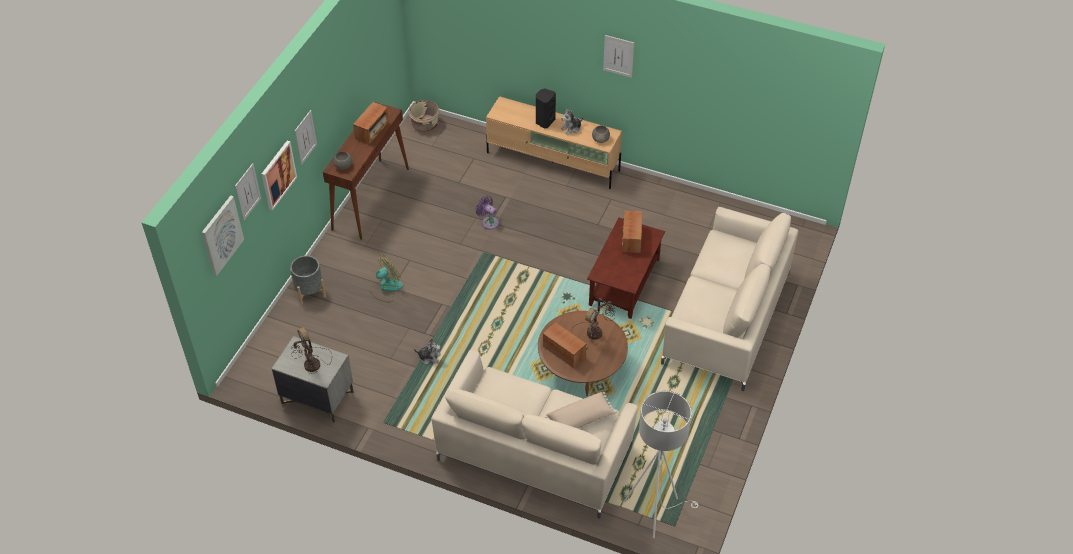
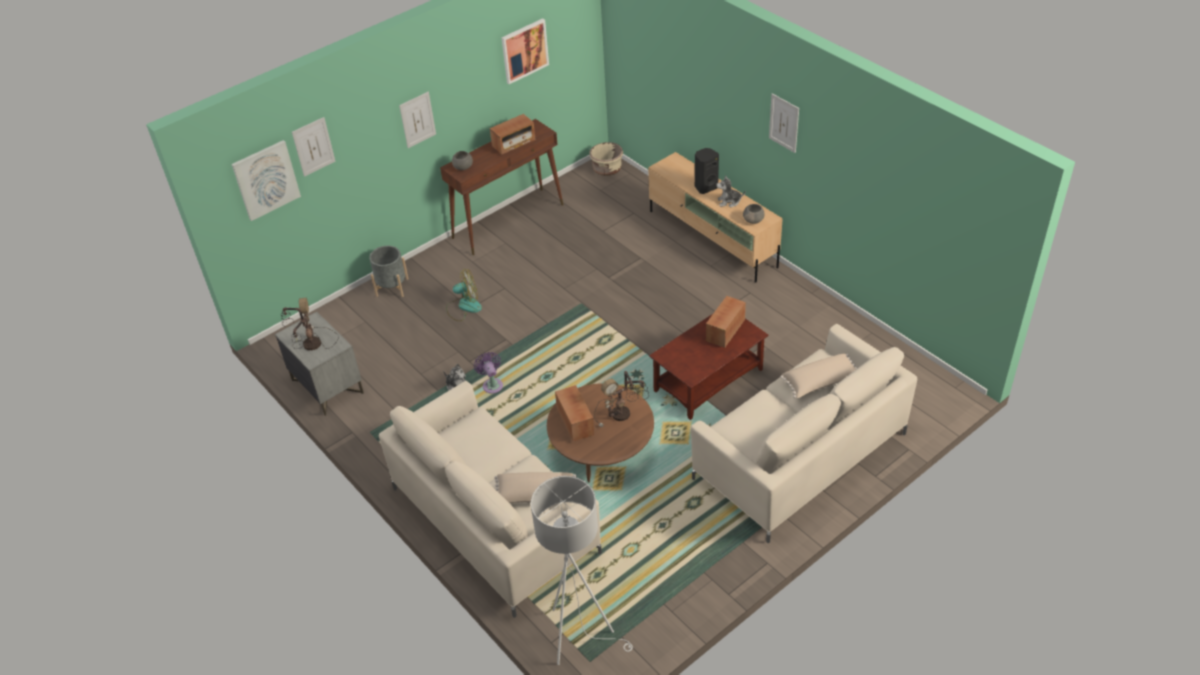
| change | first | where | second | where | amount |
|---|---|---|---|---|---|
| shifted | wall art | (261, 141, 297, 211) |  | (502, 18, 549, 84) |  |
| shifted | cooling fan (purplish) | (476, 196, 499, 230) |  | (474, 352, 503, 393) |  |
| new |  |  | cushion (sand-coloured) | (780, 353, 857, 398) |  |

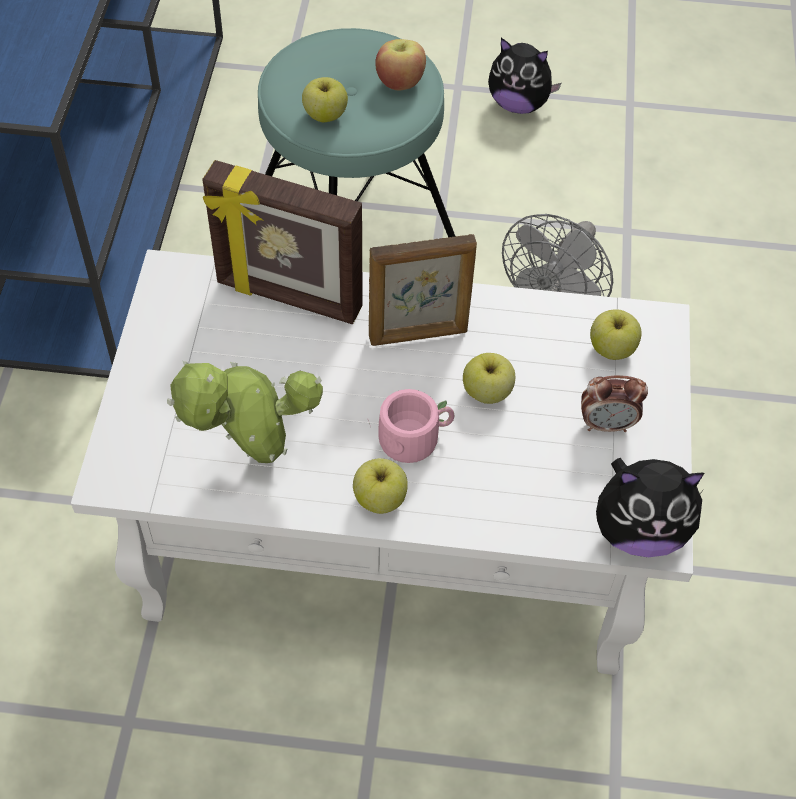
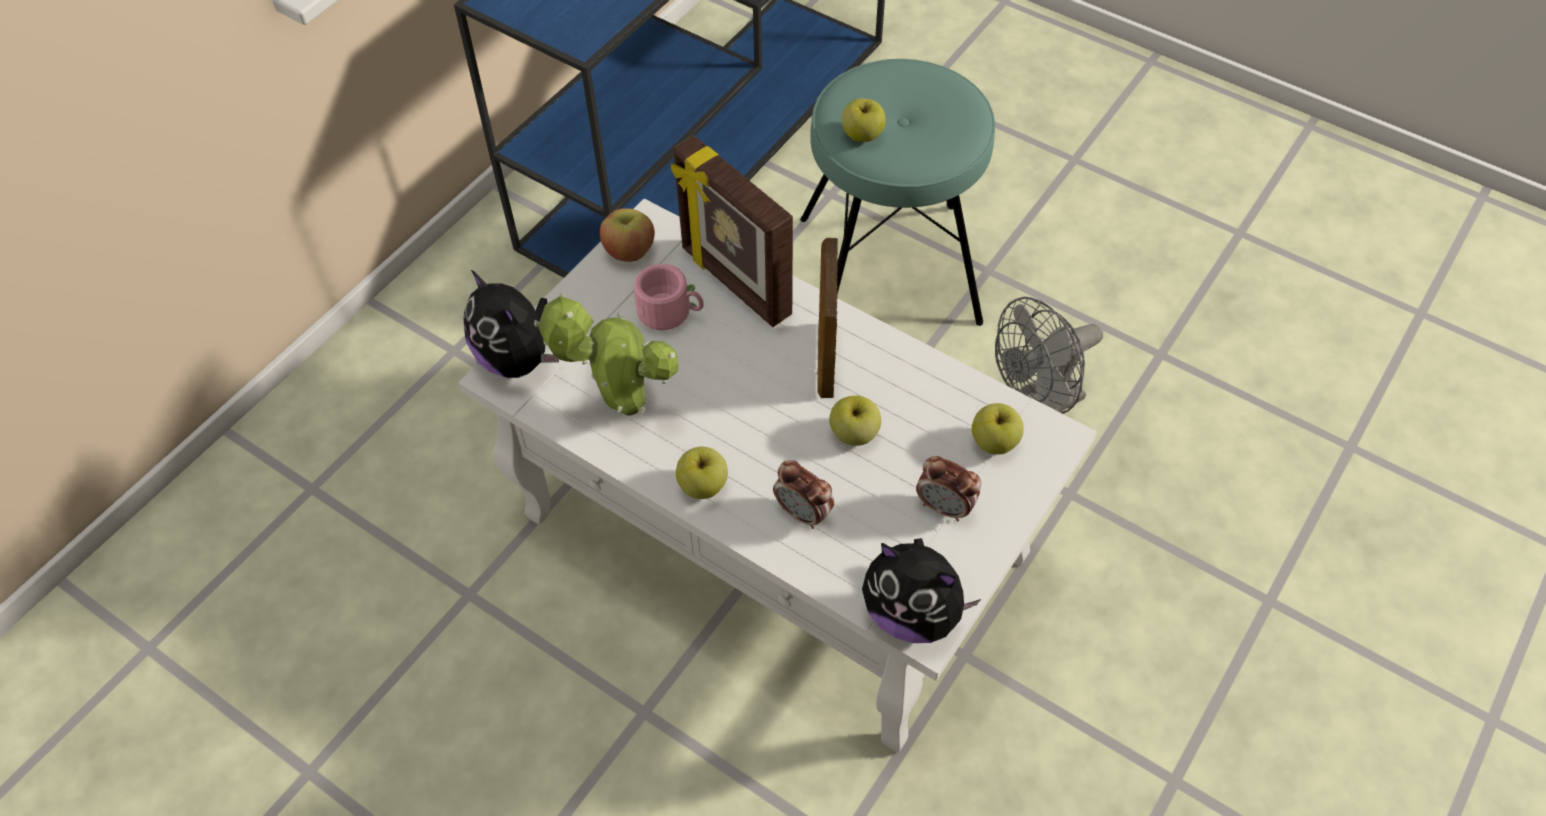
| change | first | where | second | where | amount |
|---|---|---|---|---|---|
| shifted | soft toy | (488, 38, 562, 114) |  | (463, 270, 559, 378) |  |
| shifted | whole apple | (375, 39, 426, 90) |  | (600, 209, 655, 262) |  |
| rotated | picture frame | (369, 234, 477, 346) |  | (817, 238, 838, 398) | 75 degrees clockwise |
| shifted | tea mug (pink) | (368, 389, 454, 463) |  | (634, 264, 704, 330) |  |
| new |  |  | table clock | (773, 460, 834, 529) |  |

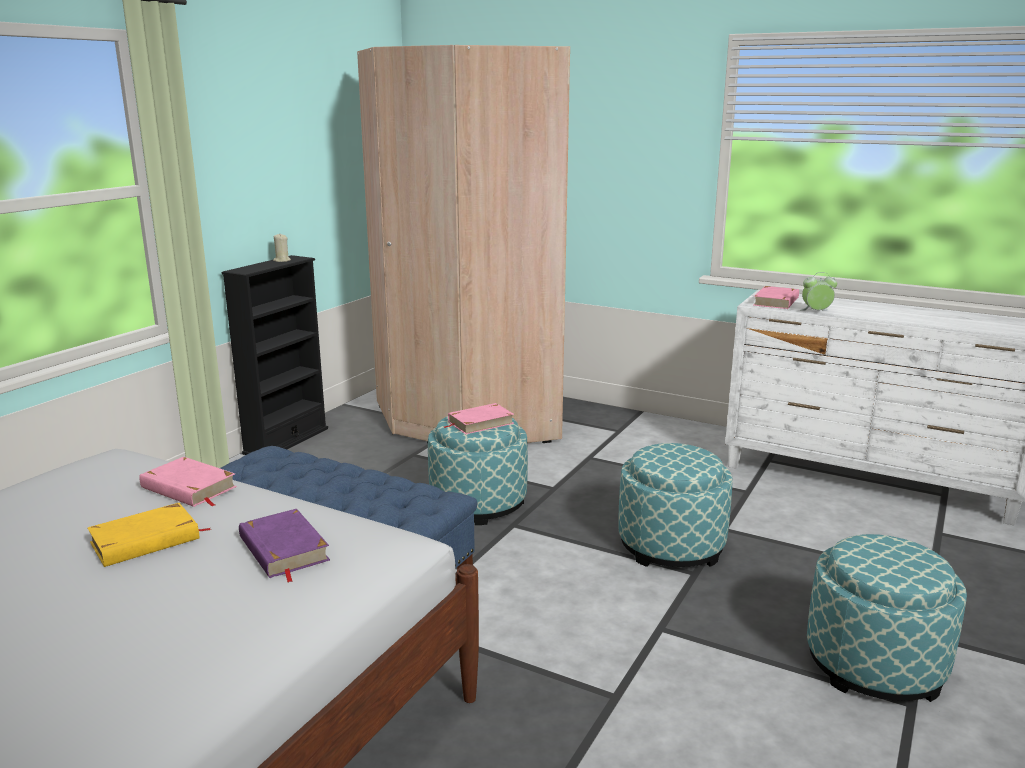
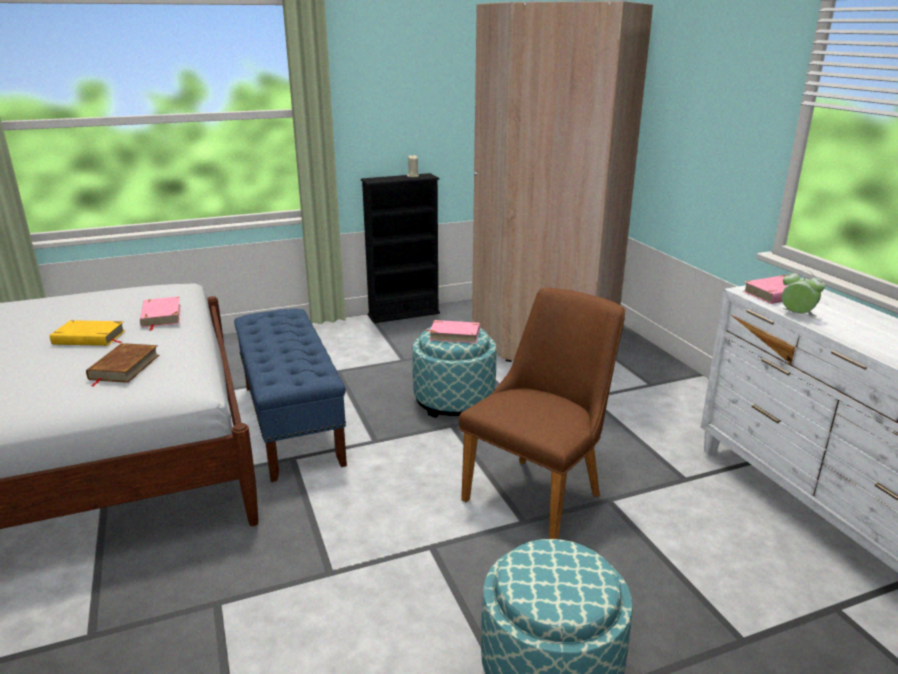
| change | first | where | second | where | amount |
|---|---|---|---|---|---|
| swapped | ottoman | (619, 443, 733, 567) | plain chair (brown-coloured) | (459, 287, 625, 539) |  |
| repainted | bound book (purplish) | (239, 509, 330, 582) | bound book (brown-coloured) | (86, 343, 159, 387) |  |

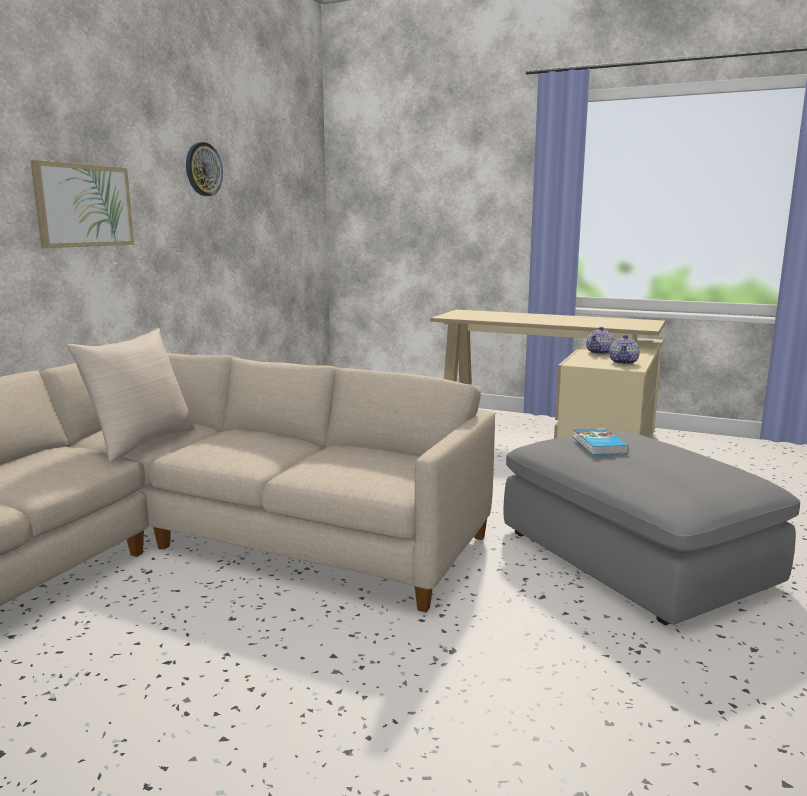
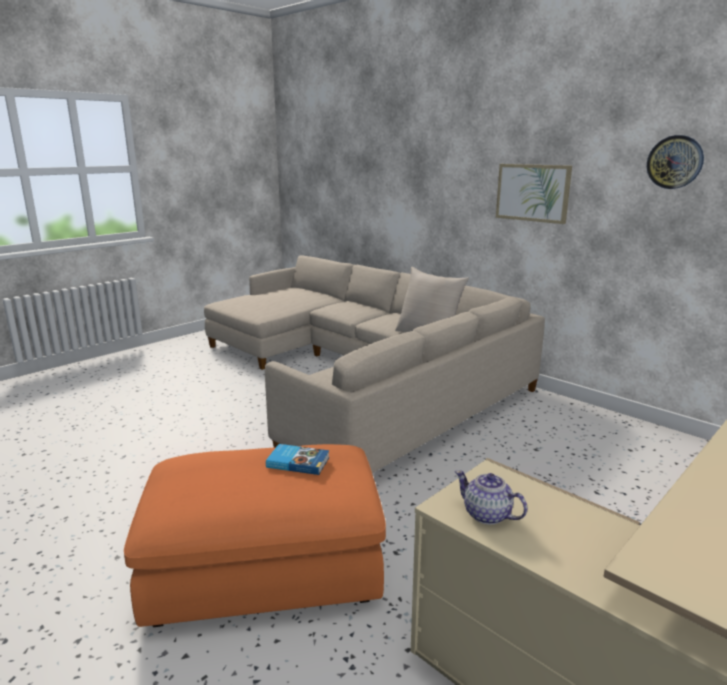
| change | first | where | second | where | amount |
|---|---|---|---|---|---|
| gone | pot for tea | (586, 327, 615, 355) |  |  |  |
| repainted | ottoman (gray) | (504, 431, 800, 625) | ottoman (orange-coloured) | (124, 444, 386, 627) |  |

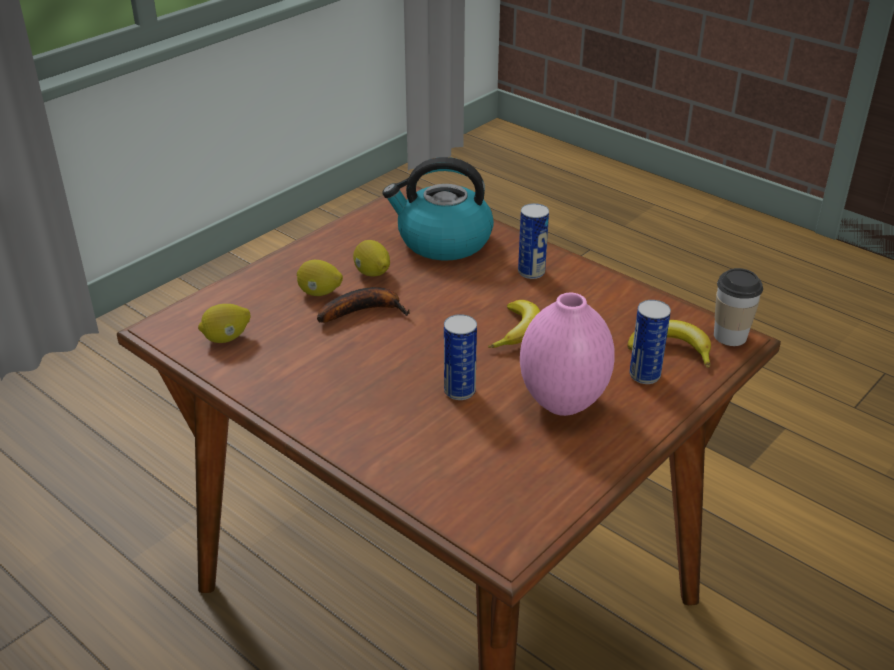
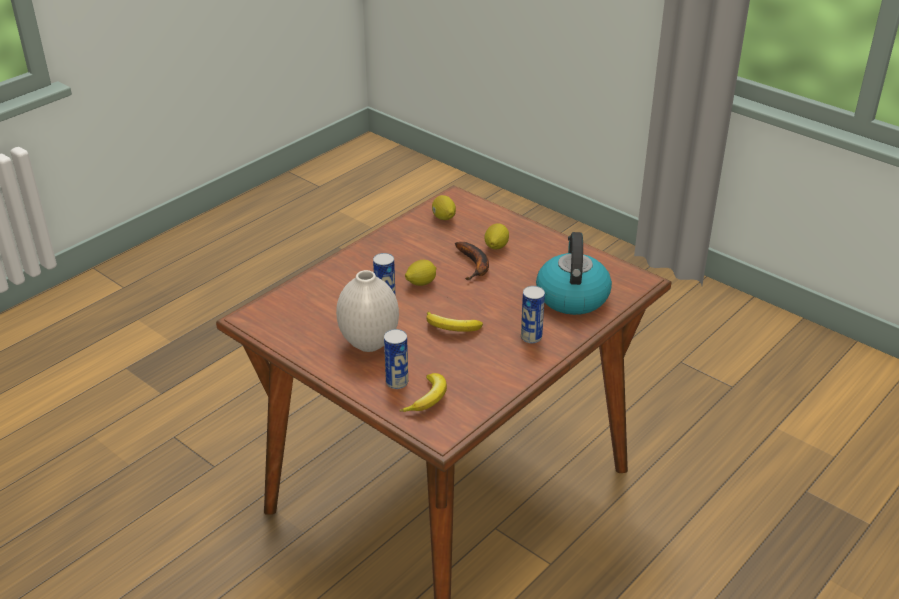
| change | first | where | second | where | amount |
|---|---|---|---|---|---|
| shifted | citrus fruit | (353, 240, 390, 277) |  | (405, 260, 436, 286) |  |
| gone | cup | (714, 268, 763, 346) |  |  |  |
| repainted | flower vase (pink) | (520, 293, 615, 416) | flower vase (white-coloured) | (336, 270, 399, 352) |  |

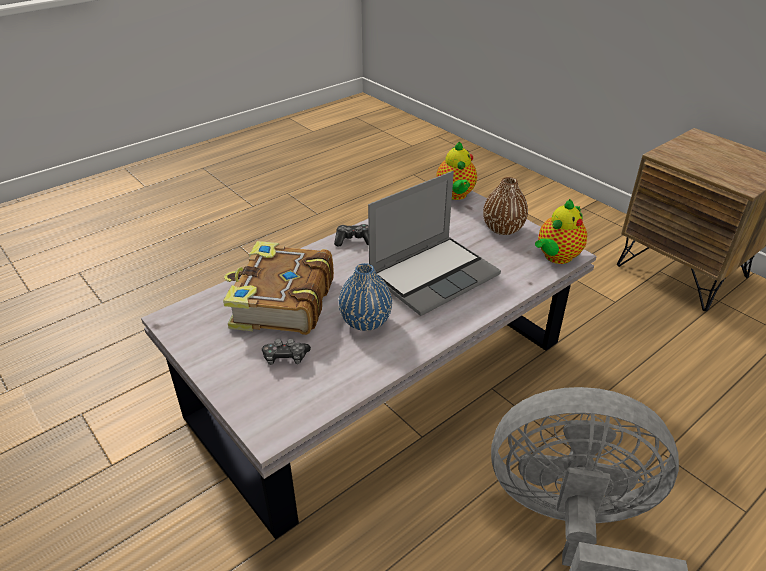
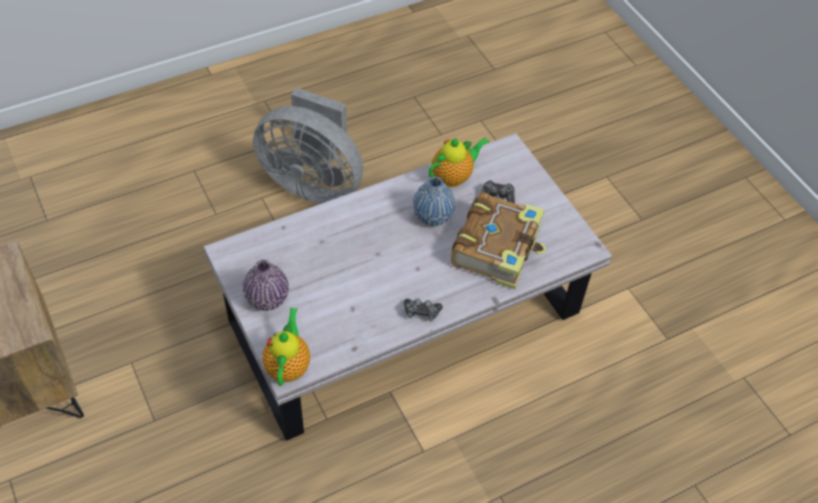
| change | first | where | second | where | amount |
|---|---|---|---|---|---|
| gone | portable computer | (368, 171, 501, 316) |  |  |  |
| repainted | flower vase (brown-coloured) | (483, 177, 528, 235) | flower vase (purplish) | (243, 260, 289, 311) |  |
| shifted | pot for tea | (535, 199, 587, 264) |  | (428, 137, 490, 187) |  |

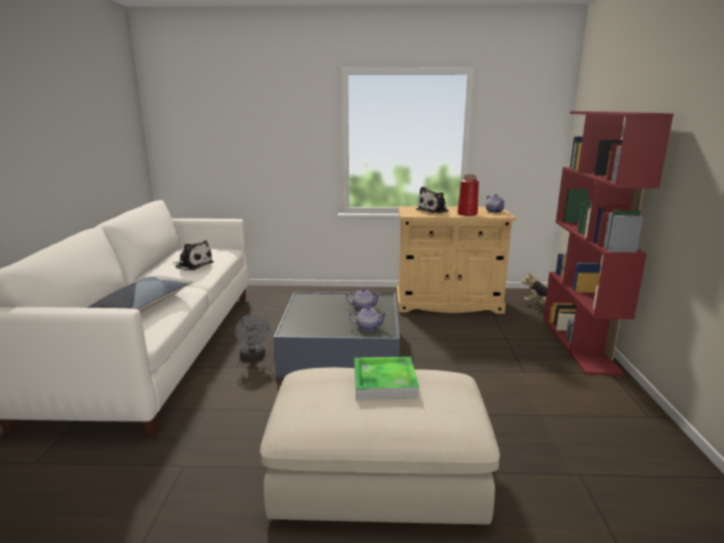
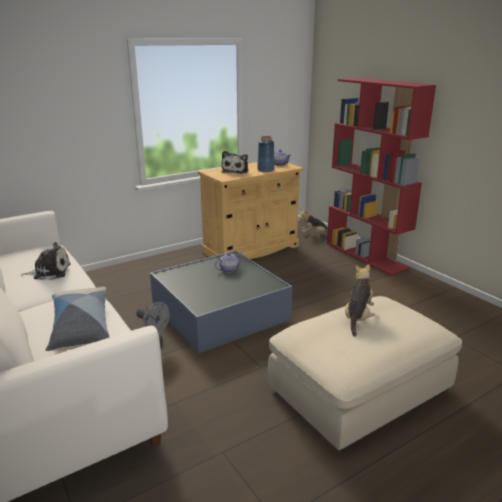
| change | first | where | second | where | amount |
|---|---|---|---|---|---|
| repainted | flower vase (reddish) | (458, 175, 479, 216) | flower vase (bluish) | (257, 136, 275, 172) |  |
| gone | pot for tea | (349, 306, 388, 331) |  |  |  |
| swapped | serving tray | (355, 357, 419, 399) | soft toy | (345, 264, 375, 337) |  |

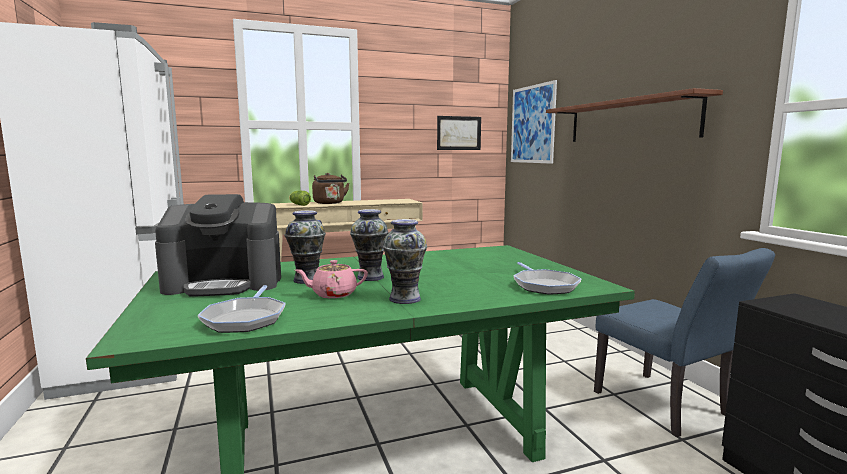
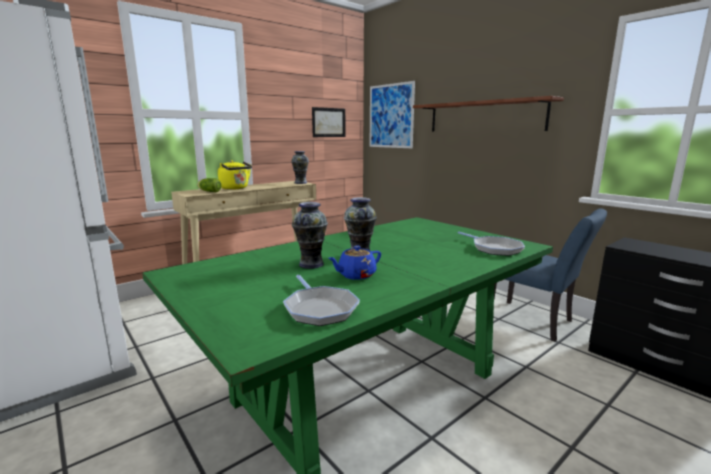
| change | first | where | second | where | amount |
|---|---|---|---|---|---|
| repainted | tea kettle (brown-coloured) | (312, 173, 349, 204) | tea kettle (yellow) | (218, 160, 252, 190) |  |
| gone | coffee maker | (155, 194, 281, 297) |  |  |  |
| shifted | flower vase | (383, 219, 427, 304) |  | (291, 151, 309, 184) |  |
| repainted | pot for tea (pink) | (295, 260, 368, 298) | pot for tea (bluish) | (328, 246, 381, 280) |  |

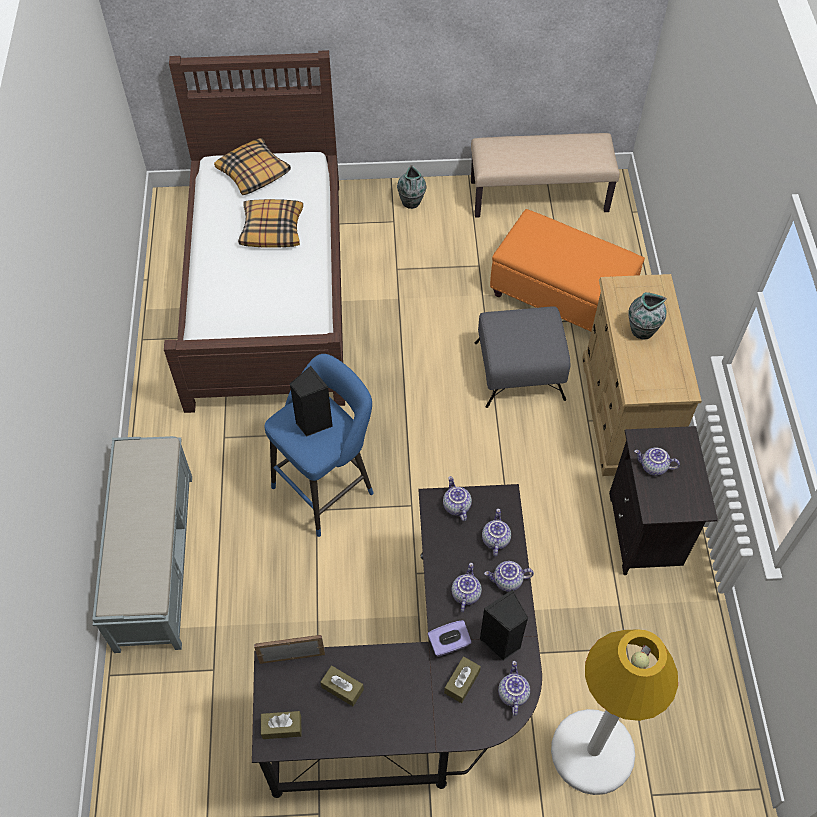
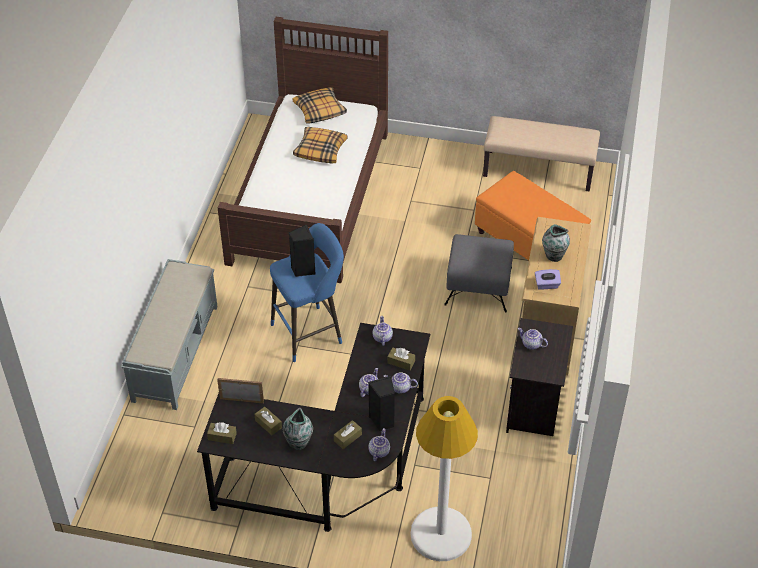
| change | first | where | second | where | amount |
|---|---|---|---|---|---|
| shifted | flower vase | (397, 165, 427, 209) |  | (283, 408, 313, 450) |  |
| swapped | pot for tea | (482, 509, 511, 557) | tissue box (brown-coloured) | (387, 348, 415, 371) |  |
| shifted | tissue box (purplish) | (428, 620, 471, 657) |  | (535, 269, 561, 290) |  |

